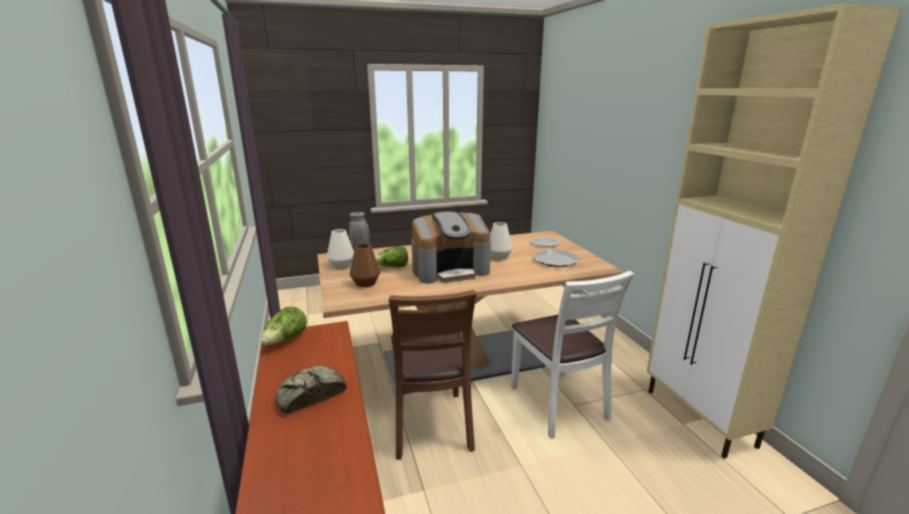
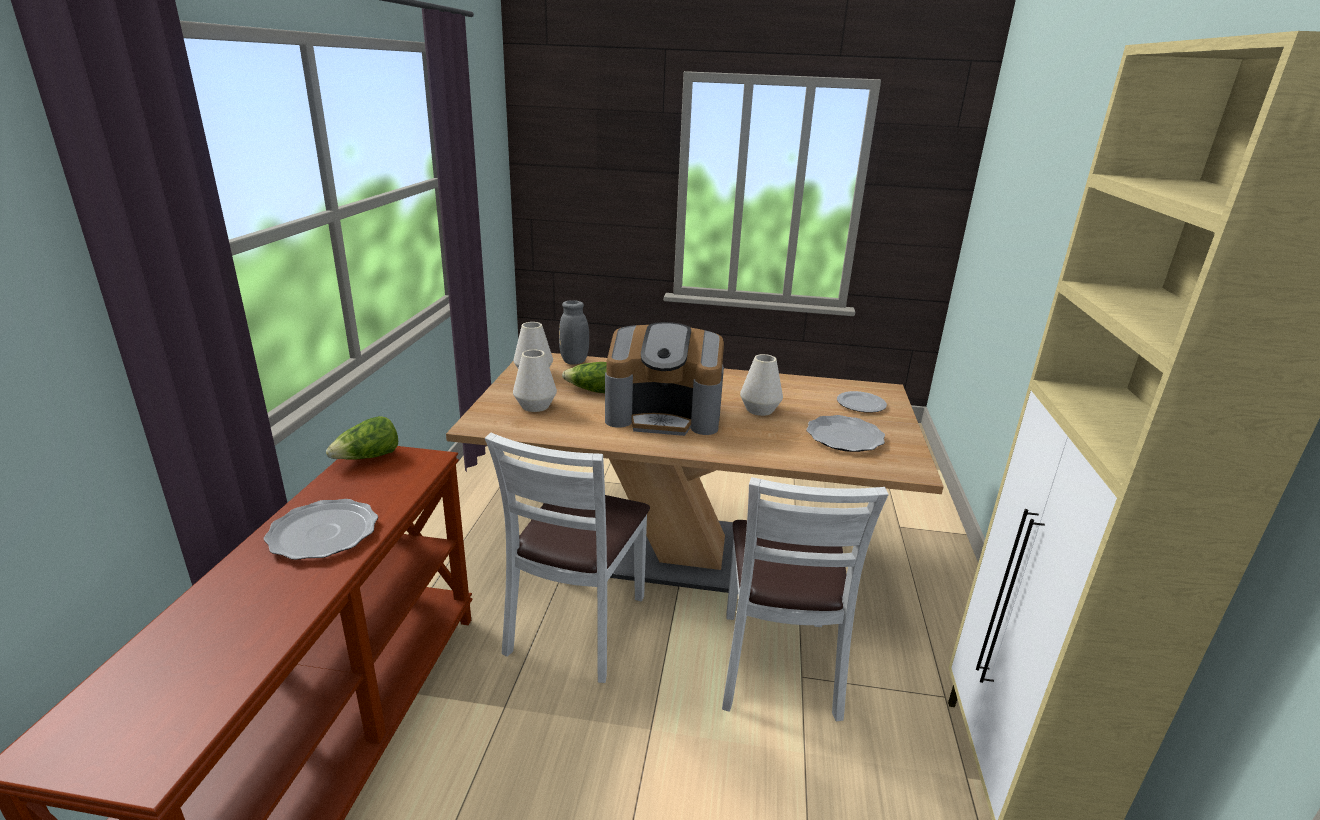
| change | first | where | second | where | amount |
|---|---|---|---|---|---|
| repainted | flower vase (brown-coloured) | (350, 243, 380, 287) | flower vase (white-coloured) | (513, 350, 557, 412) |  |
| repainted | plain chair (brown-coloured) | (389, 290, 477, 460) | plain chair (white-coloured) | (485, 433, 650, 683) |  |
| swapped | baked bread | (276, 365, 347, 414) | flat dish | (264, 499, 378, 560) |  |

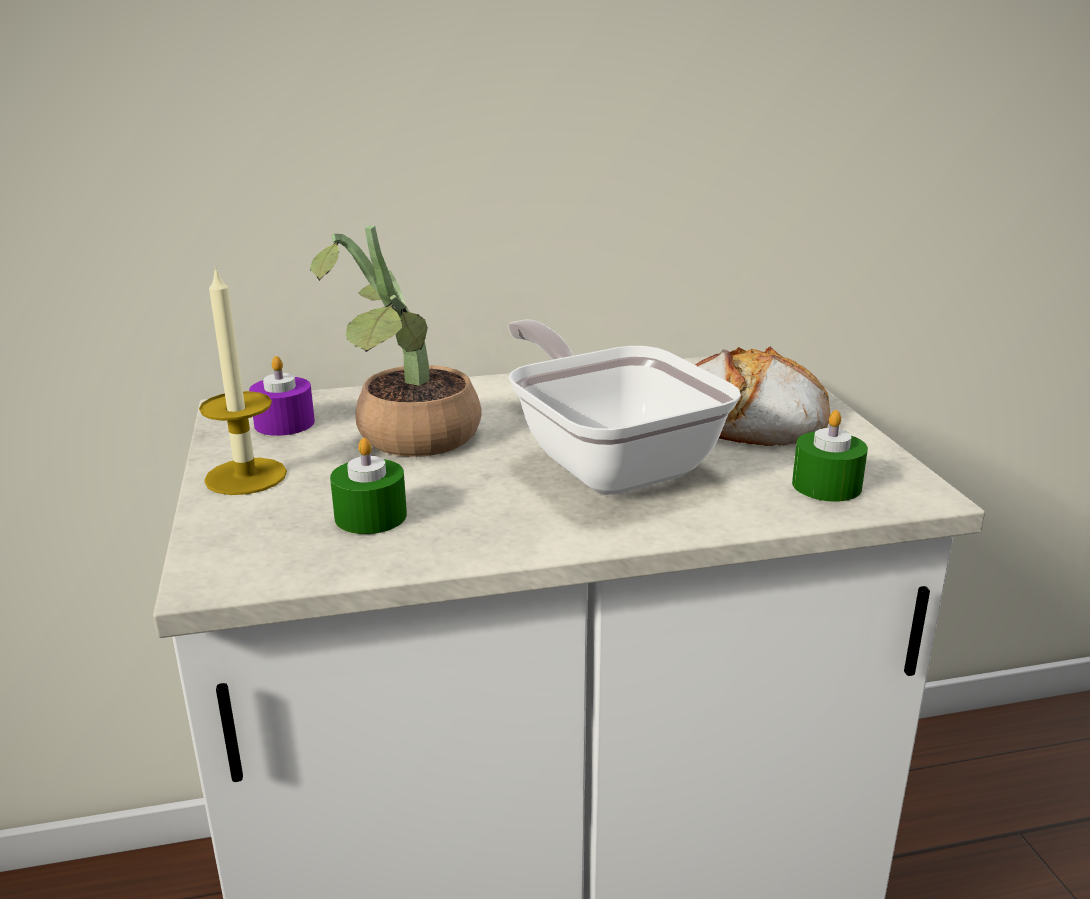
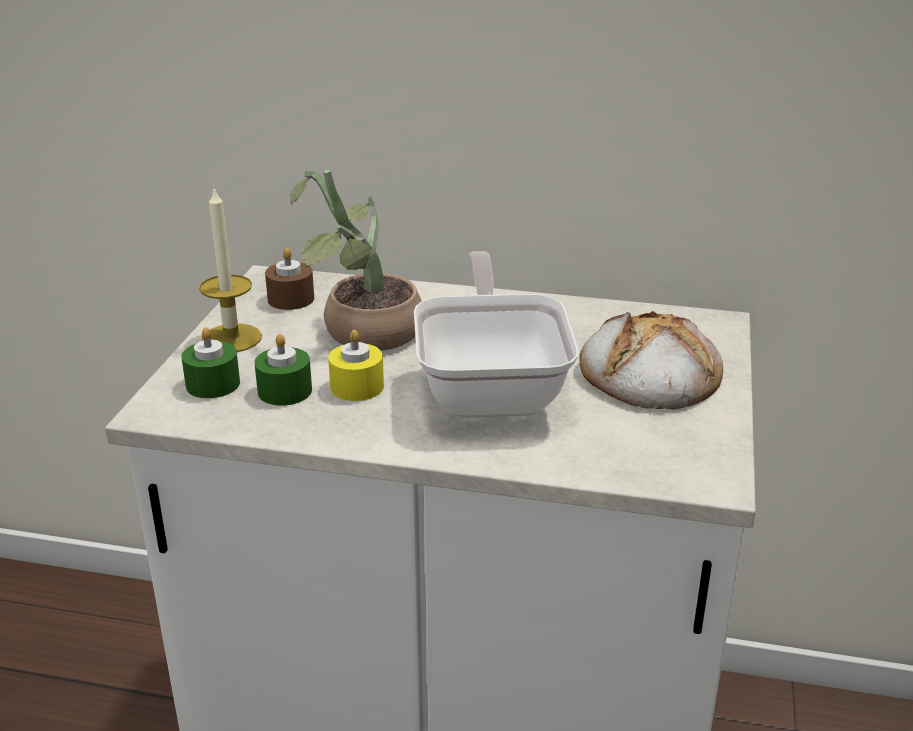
| change | first | where | second | where | amount |
|---|---|---|---|---|---|
| repainted | wax candle (purplish) | (249, 356, 315, 436) | wax candle (brown-coloured) | (265, 248, 314, 310) |  |
| shifted | wax candle (greenish) | (792, 410, 868, 502) |  | (181, 327, 240, 398) |  |
| new |  |  | wax candle (yellow) | (328, 330, 384, 401) |  |

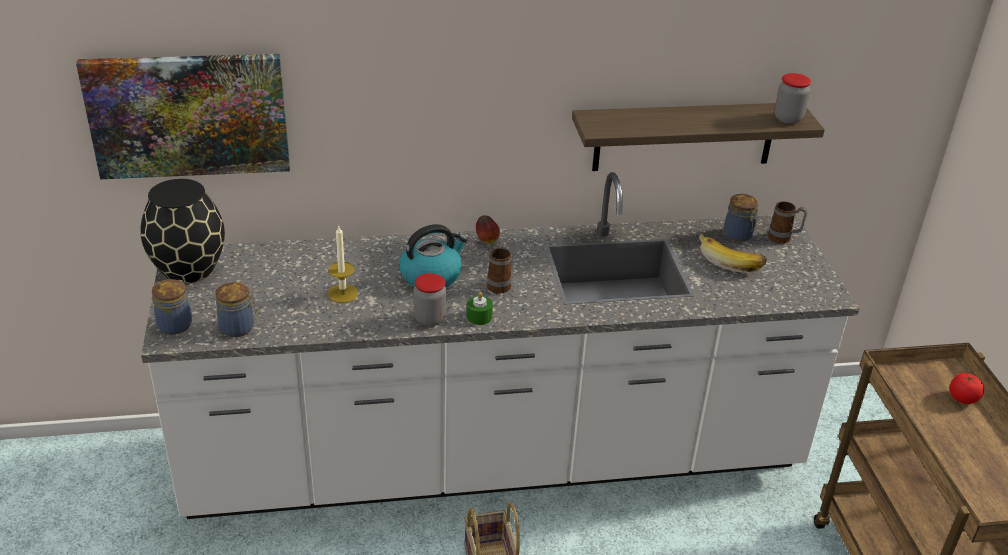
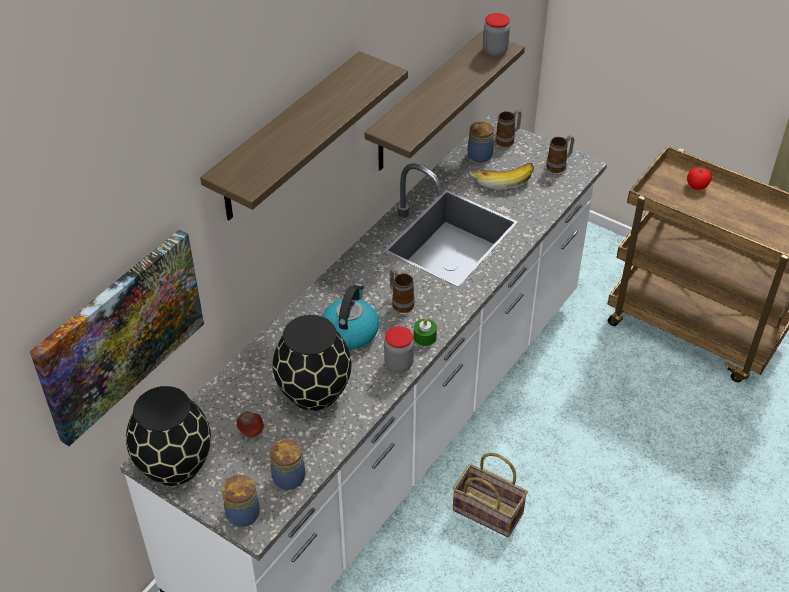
| change | first | where | second | where | amount |
|---|---|---|---|---|---|
| shifted | whole apple | (476, 215, 500, 244) |  | (237, 411, 264, 437) |  |
| swapped | wax candle | (328, 226, 358, 303) | flower vase (black) | (273, 315, 352, 411) |  |
| new |  |  | shelf | (200, 51, 408, 220) |  |
| new |  |  | tea mug | (546, 135, 575, 173) |  |

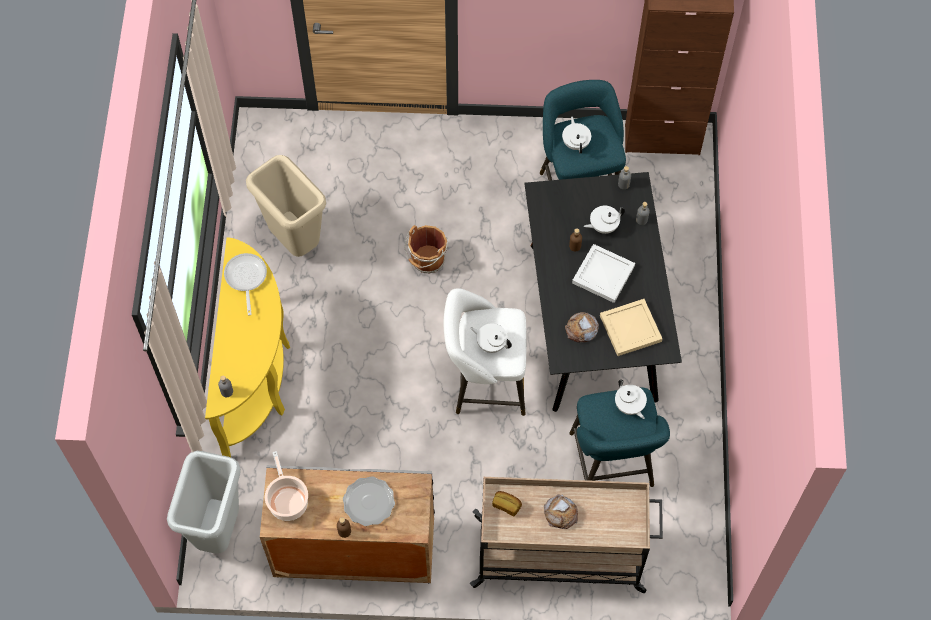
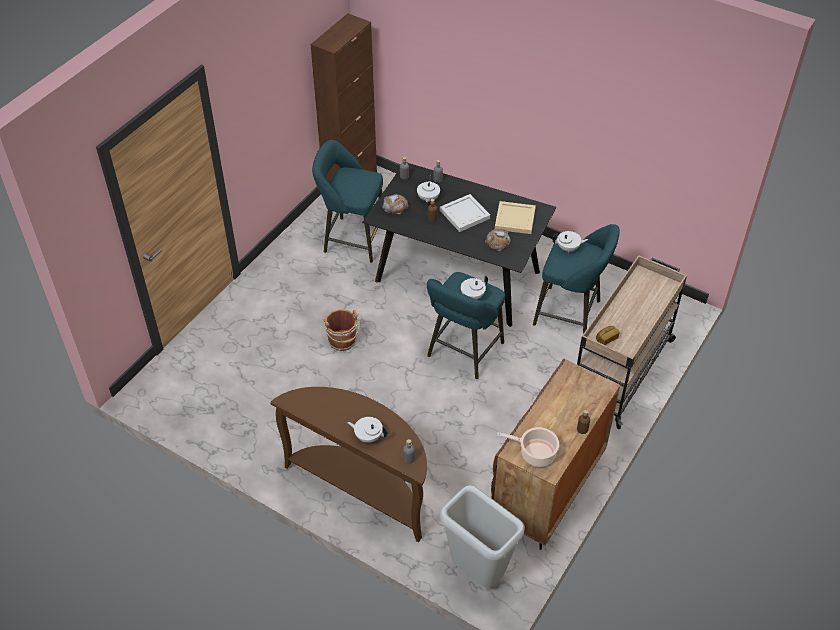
| change | first | where | second | where | amount |
|---|---|---|---|---|---|
| shifted | pot for tea (white-coloured) | (562, 117, 591, 154) |  | (347, 417, 387, 443) |  |
| gone | waste bin (sand-coloured) | (246, 155, 326, 257) |  |  |  |
| repainted | hall table (yellow) | (205, 237, 290, 457) | hall table (brown-coloured) | (270, 387, 427, 542) |  |
| gone | skillet | (224, 253, 267, 315) |  |  |  |
| repainted | sitting stool (white-coloured) | (444, 288, 526, 416) | sitting stool (turquoise) | (427, 272, 505, 379) |  |
| repainted | storage cabinet (gray) | (260, 465, 435, 583) | storage cabinet (brown-coloured) | (491, 358, 620, 550) |  |
| gone | flat dish | (343, 476, 395, 526) |  |  |  |
| shifted | baked bread | (544, 494, 578, 529) |  | (382, 194, 408, 214) |  |

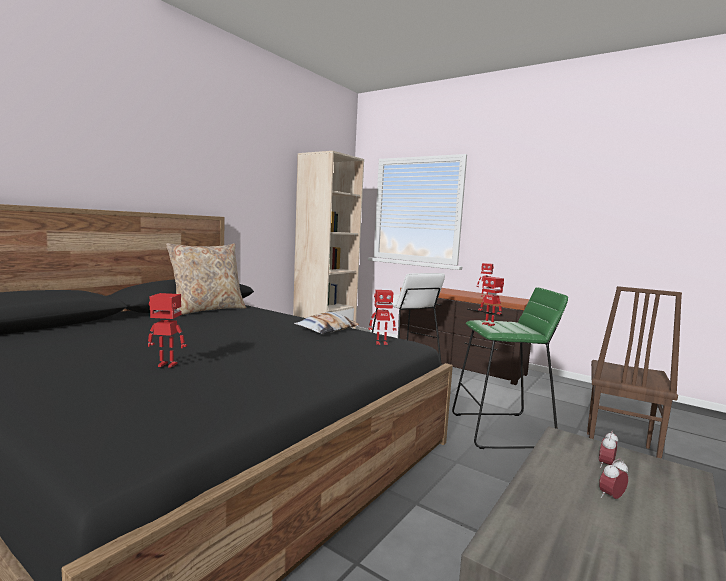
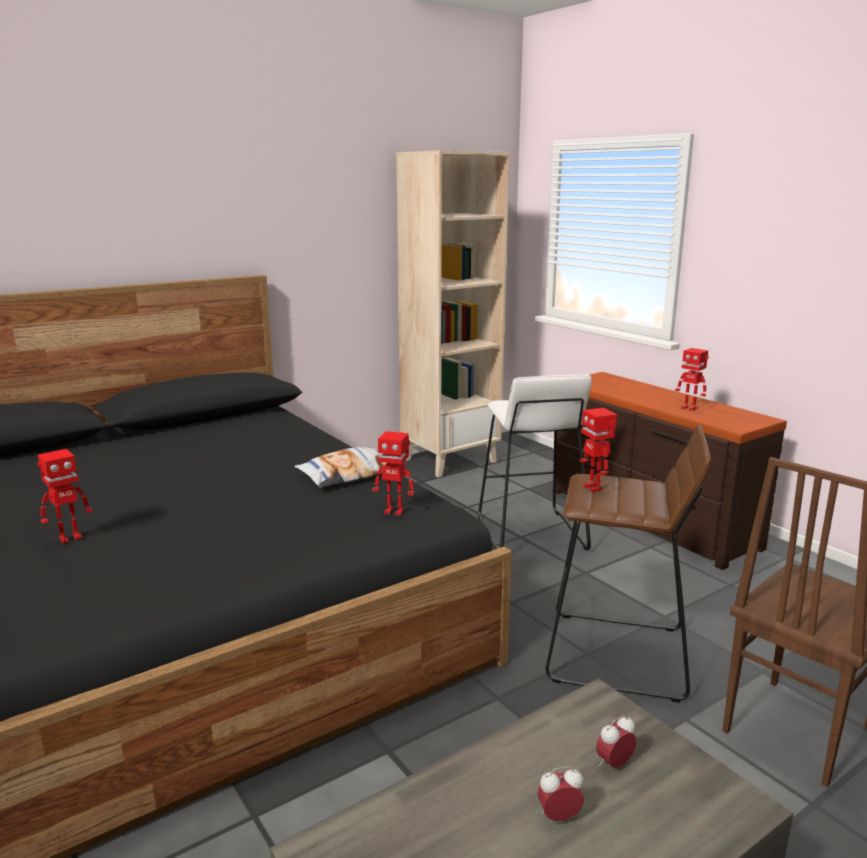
| change | first | where | second | where | amount |
|---|---|---|---|---|---|
| gone | cushion (sand-coloured) | (166, 243, 246, 315) |  |  |  |
| repainted | sitting stool (greenish) | (452, 287, 568, 449) | sitting stool (brown-coloured) | (546, 425, 711, 702) |  |
| rotated | model robot | (148, 293, 187, 367) |  | (37, 449, 92, 544) | 120 degrees clockwise |

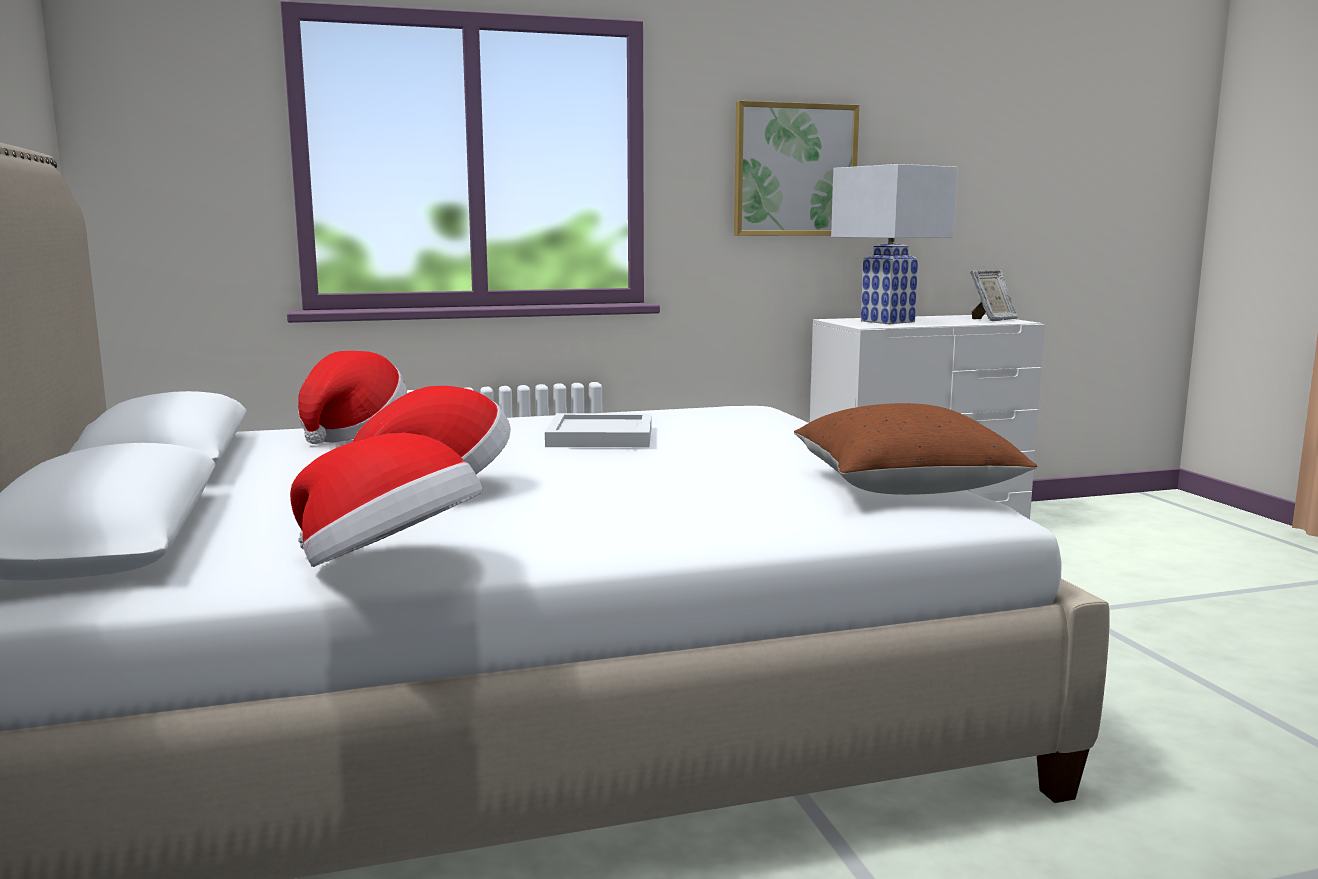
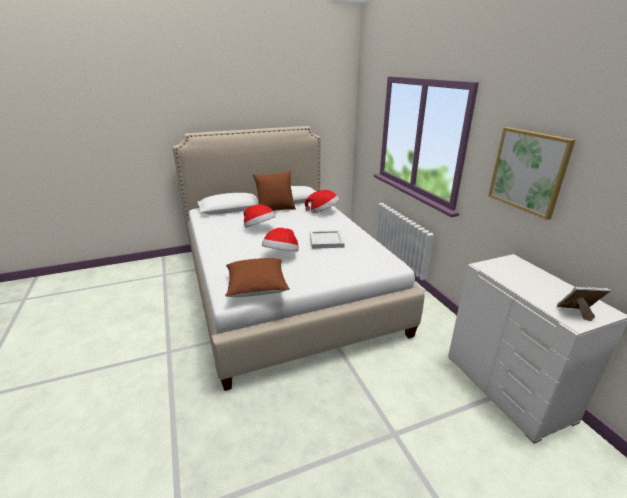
| change | first | where | second | where | amount |
|---|---|---|---|---|---|
| gone | tabletop lamp (white-coloured) | (831, 163, 958, 324) |  |  |  |
| rotated | picture frame | (971, 270, 1018, 321) |  | (557, 287, 611, 321) | 135 degrees clockwise |
| shifted | clothing hat | (290, 433, 483, 567) |  | (262, 228, 299, 252) |  |
| new |  |  | cushion (brown-coloured) | (253, 171, 296, 211) |  |

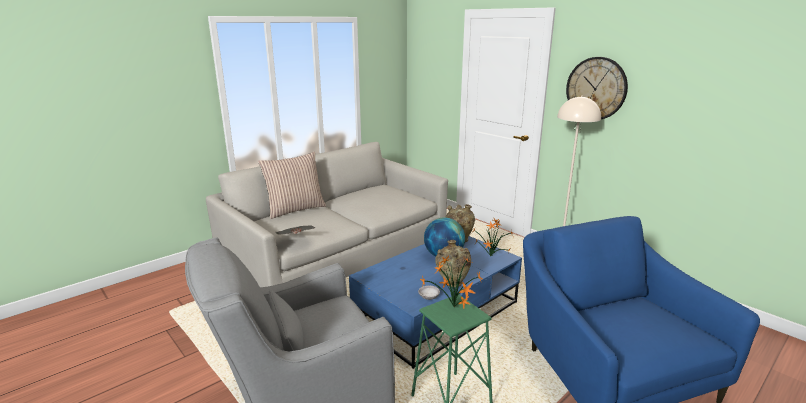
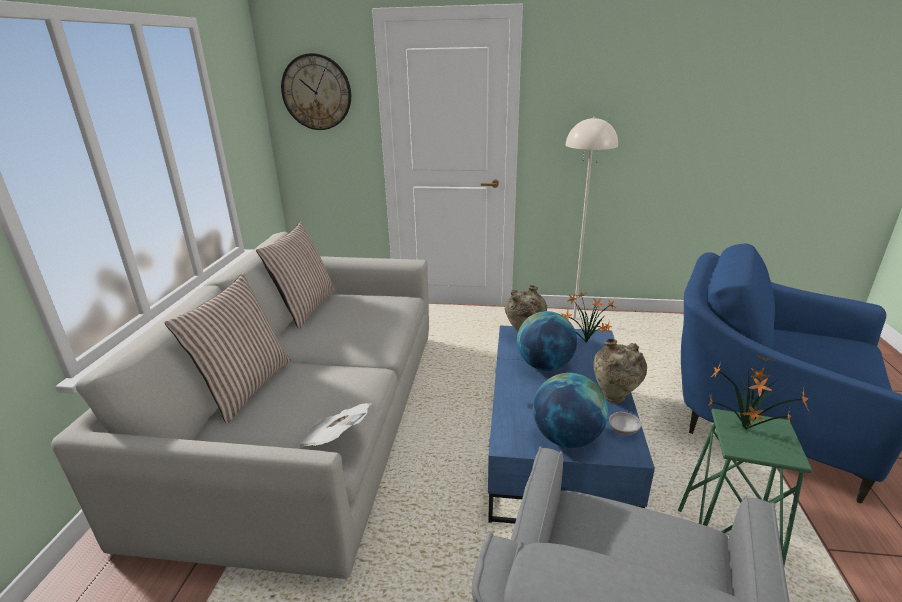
| change | first | where | second | where | amount |
|---|---|---|---|---|---|
| shifted | hanging clock | (566, 57, 628, 119) |  | (281, 53, 351, 130) |  |
| new |  |  | cushion | (256, 221, 336, 329) |  |
| new |  |  | globe | (533, 373, 608, 448) |  |

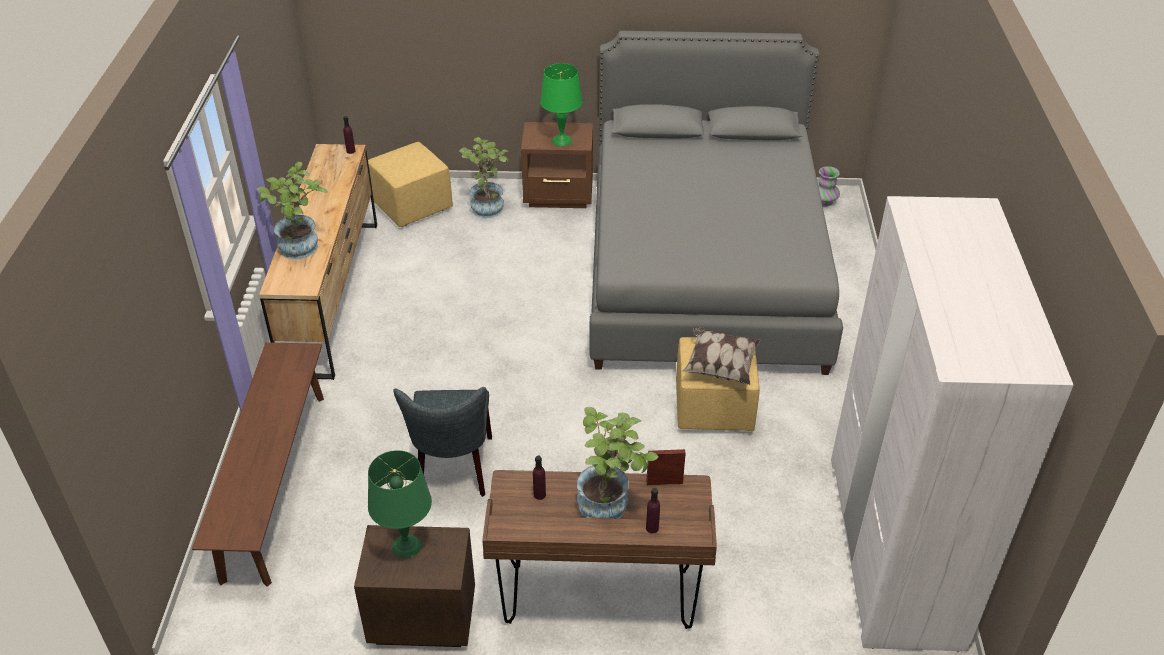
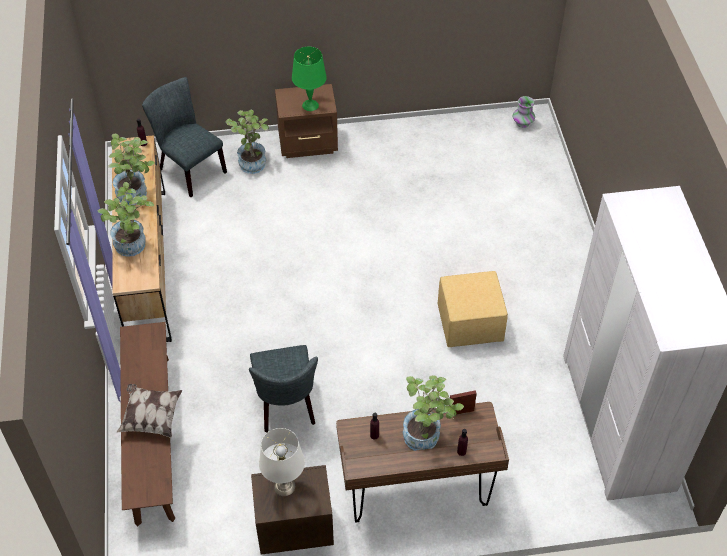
| change | first | where | second | where | amount |
|---|---|---|---|---|---|
| gone | bedroom bed (gray) | (589, 31, 843, 375) |  |  |  |
| swapped | ottoman (yellow) | (368, 142, 453, 227) | plain chair (gray) | (142, 77, 227, 197) |  |
| shifted | cushion | (682, 326, 760, 385) |  | (116, 384, 182, 438) |  |
| repainted | tabletop lamp (greenish) | (368, 450, 432, 558) | tabletop lamp (white-coloured) | (259, 428, 305, 496) |  |
| new |  |  | houseplant | (108, 134, 155, 205) |  |

